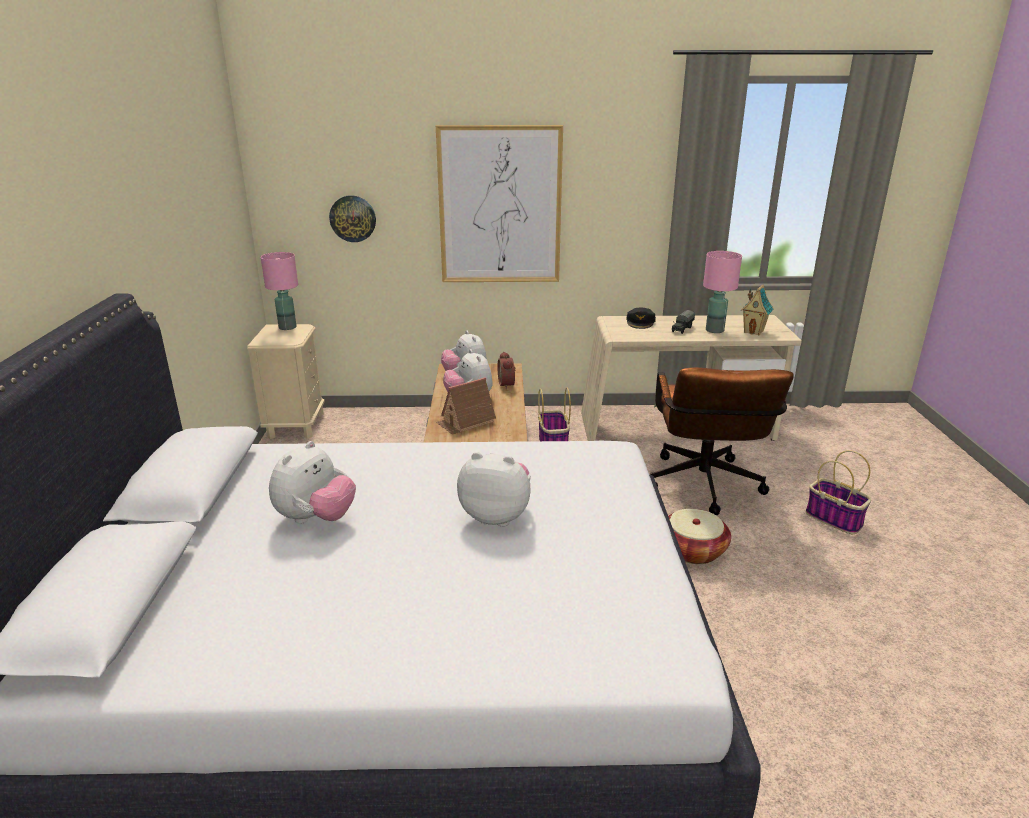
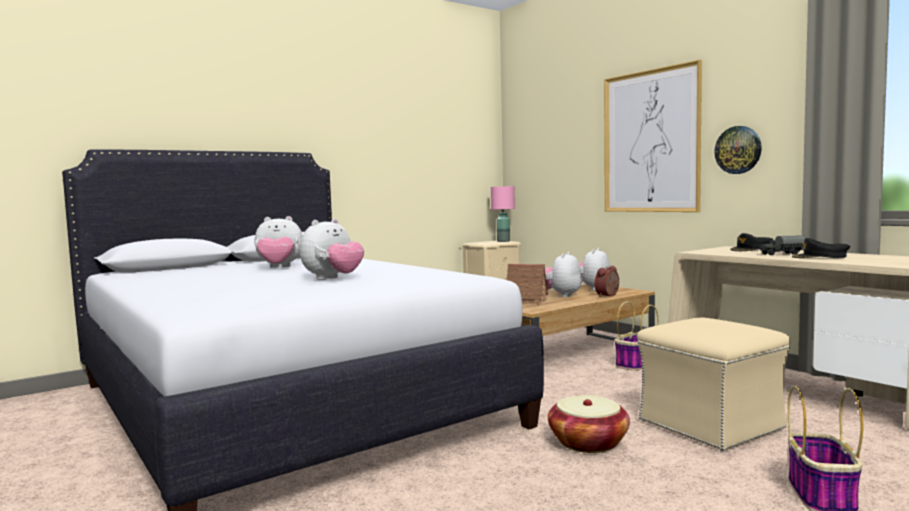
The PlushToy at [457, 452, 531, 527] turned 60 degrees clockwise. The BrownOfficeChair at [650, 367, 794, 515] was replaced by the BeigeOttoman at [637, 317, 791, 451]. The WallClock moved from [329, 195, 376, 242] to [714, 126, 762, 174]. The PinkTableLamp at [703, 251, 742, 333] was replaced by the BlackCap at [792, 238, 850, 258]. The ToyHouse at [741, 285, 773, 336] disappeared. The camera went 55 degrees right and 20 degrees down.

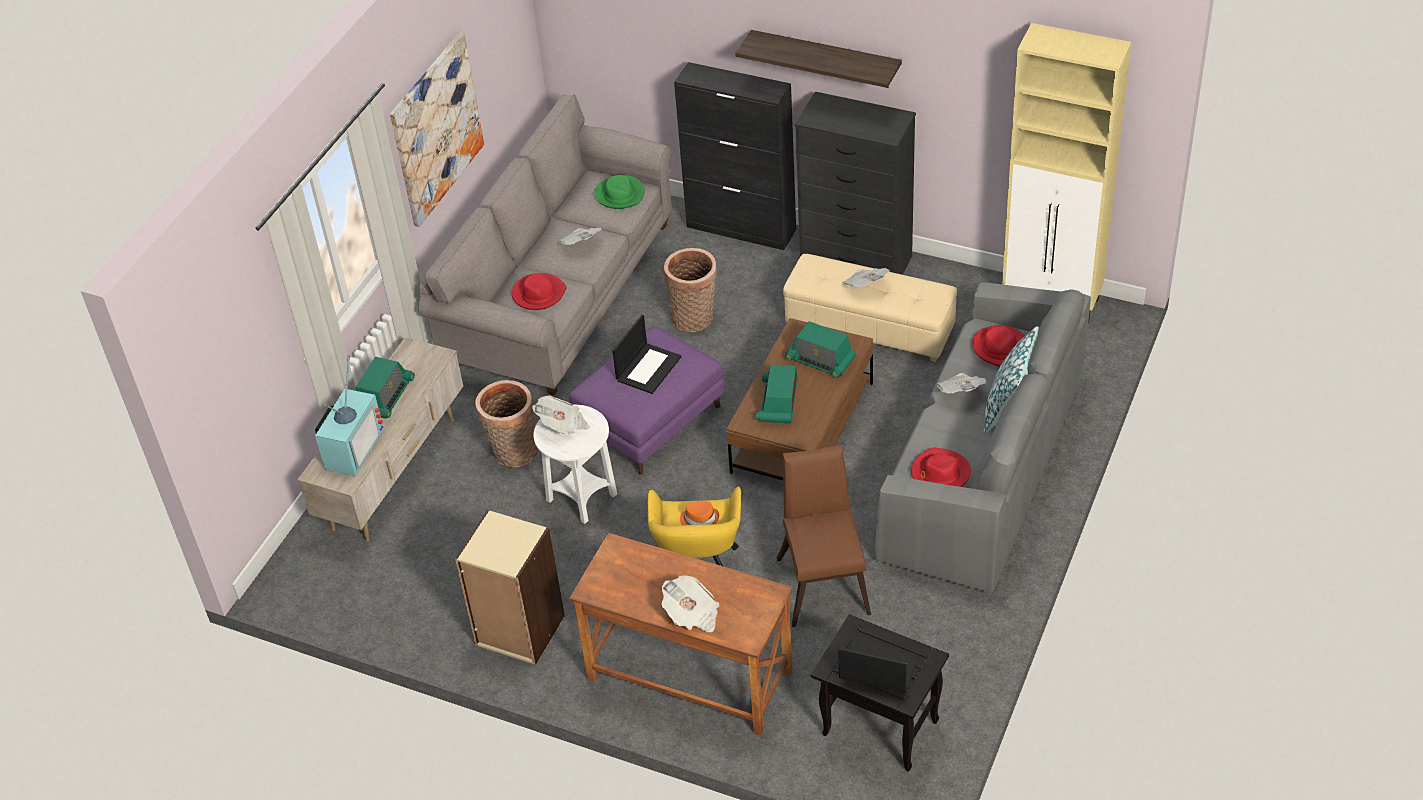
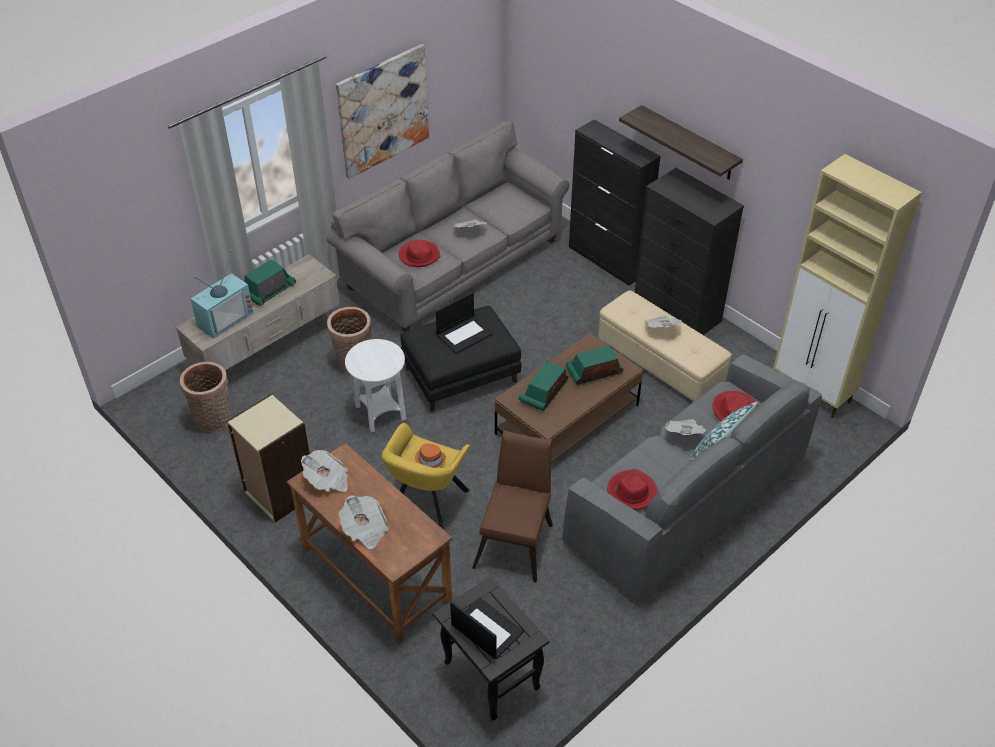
The Basket moved from [664, 248, 717, 332] to [180, 362, 230, 432]. The Newspaper moved from [532, 396, 590, 434] to [301, 450, 348, 492]. The PurpleOttoman at [569, 326, 725, 475] became the BlackOttoman at [400, 306, 521, 412]. The Radio at [785, 321, 856, 378] turned 105 degrees clockwise. The GreenHat at [594, 175, 645, 209] disappeared. The camera went 20 degrees right and 0 degrees up.

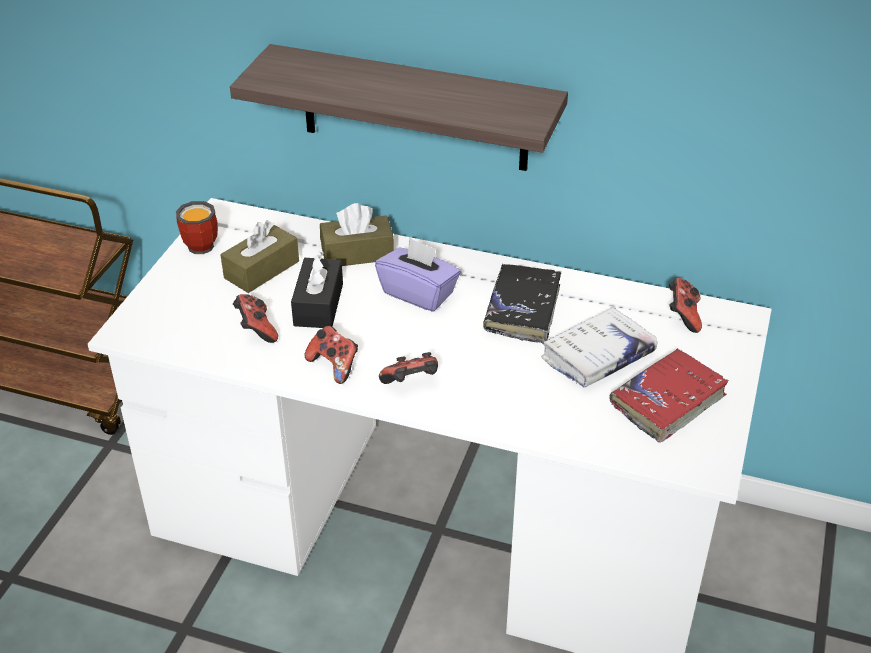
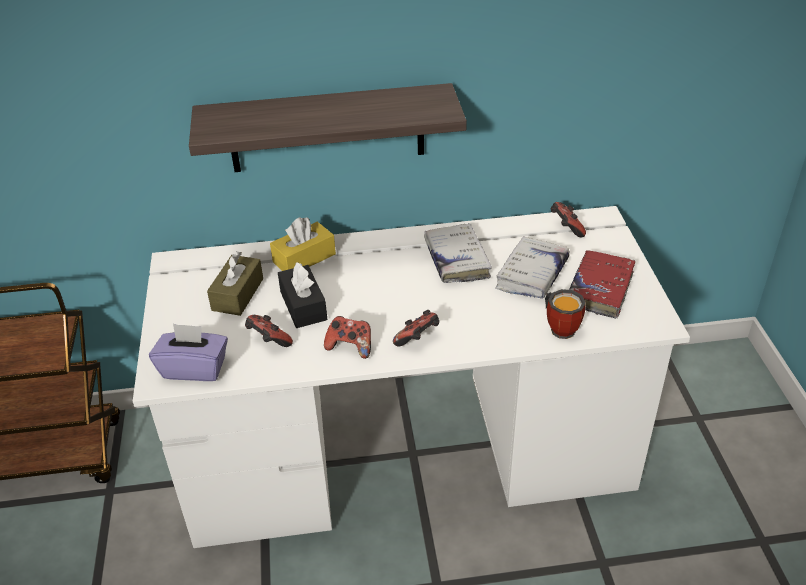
The PurpleTissueBox moved from [375, 238, 461, 312] to [149, 324, 228, 381]. The BrownTissueBox at [320, 203, 394, 266] became the YellowTissueBox at [270, 217, 336, 271]. The BlackBook at [483, 264, 561, 343] became the WhiteBook at [424, 223, 491, 283]. The Mug moved from [176, 201, 218, 254] to [545, 289, 586, 339]. The camera went 25 degrees left and 0 degrees up.

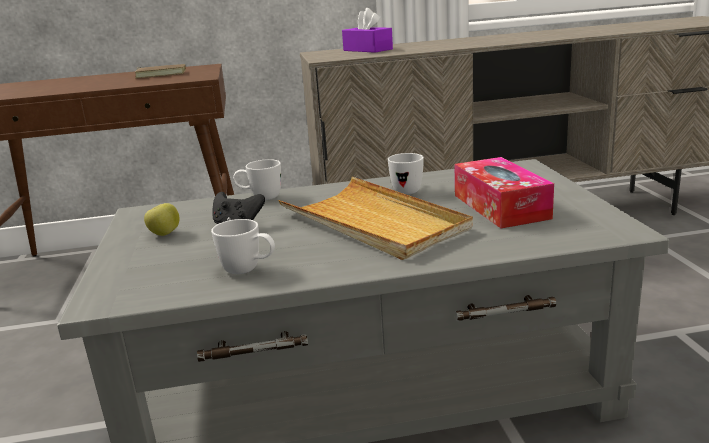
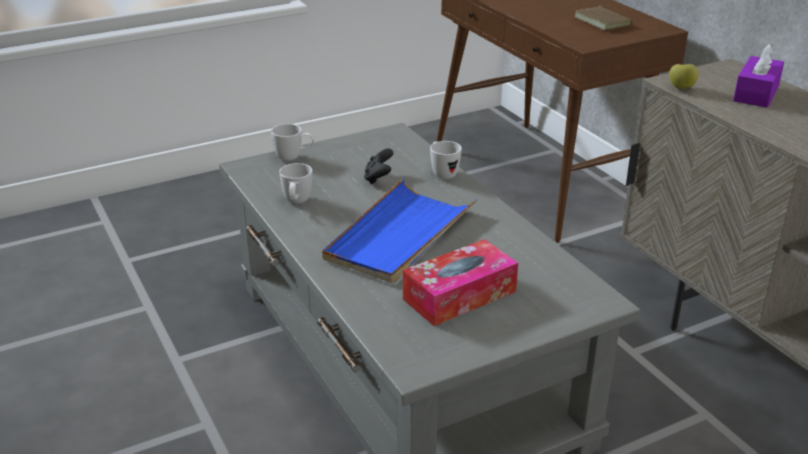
The WhiteMug moved from [388, 153, 424, 195] to [271, 124, 314, 161]. The BeigeTray at [278, 177, 473, 260] became the BlueTray at [322, 179, 477, 283]. The Apple moved from [144, 203, 179, 236] to [669, 64, 698, 89]. The camera went 70 degrees right and 10 degrees up.

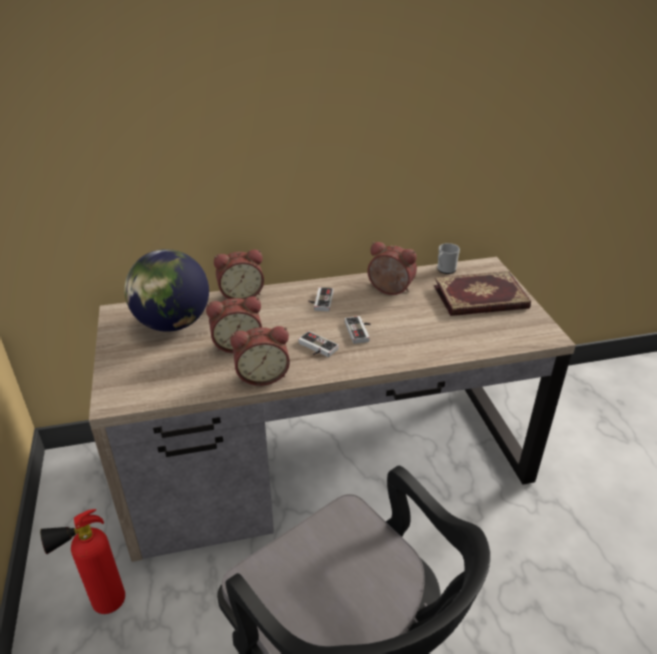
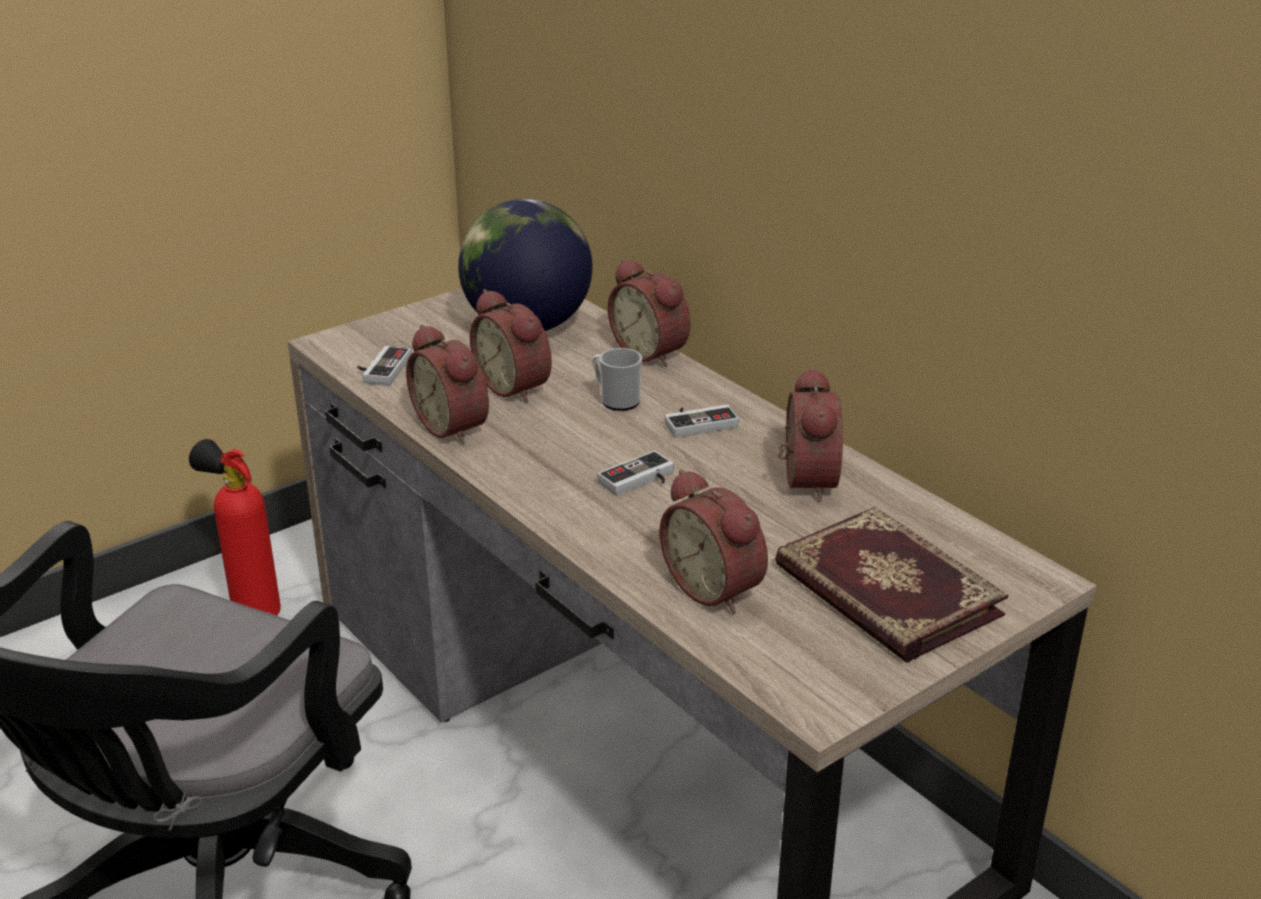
The GameController moved from [298, 331, 339, 357] to [357, 346, 411, 386]. The Mug moved from [437, 243, 460, 274] to [592, 348, 642, 411]. The AlarmClock at [660, 469, 768, 614] appeared. The camera went 65 degrees right and 5 degrees down.

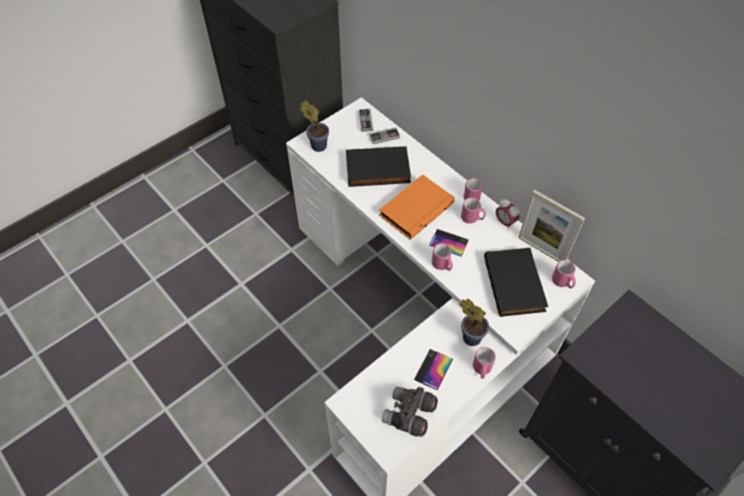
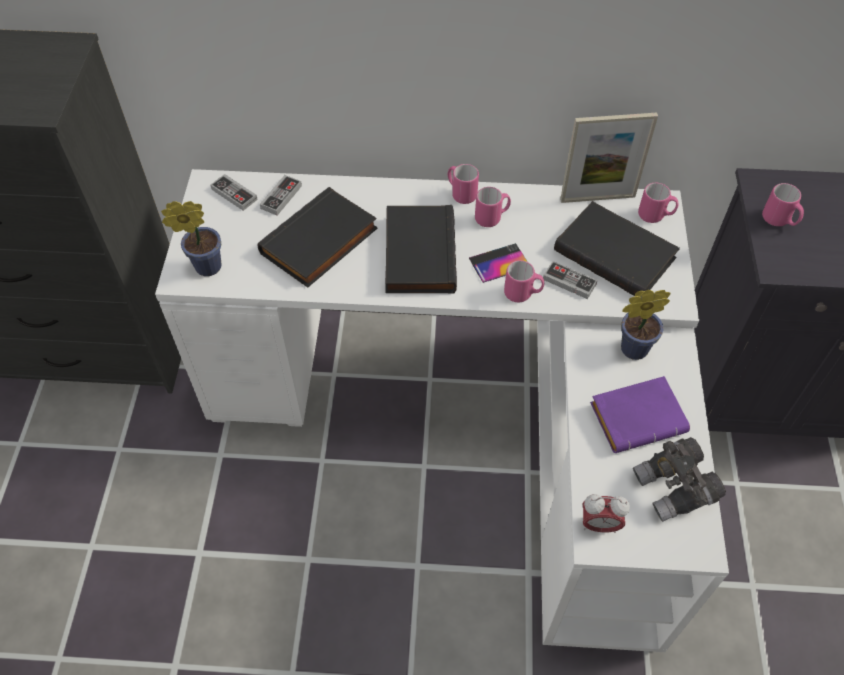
The OrangeBook at [379, 174, 455, 240] became the BlackBook at [385, 205, 457, 293]. The GameController at [543, 261, 598, 299] appeared. The AlarmClock moved from [496, 198, 520, 230] to [582, 494, 630, 533]. The Phone at [414, 349, 453, 391] was replaced by the PurpleBook at [590, 376, 690, 453]. The PinkMug moved from [473, 347, 496, 379] to [762, 183, 804, 226]. The camera went 45 degrees left and 0 degrees up.

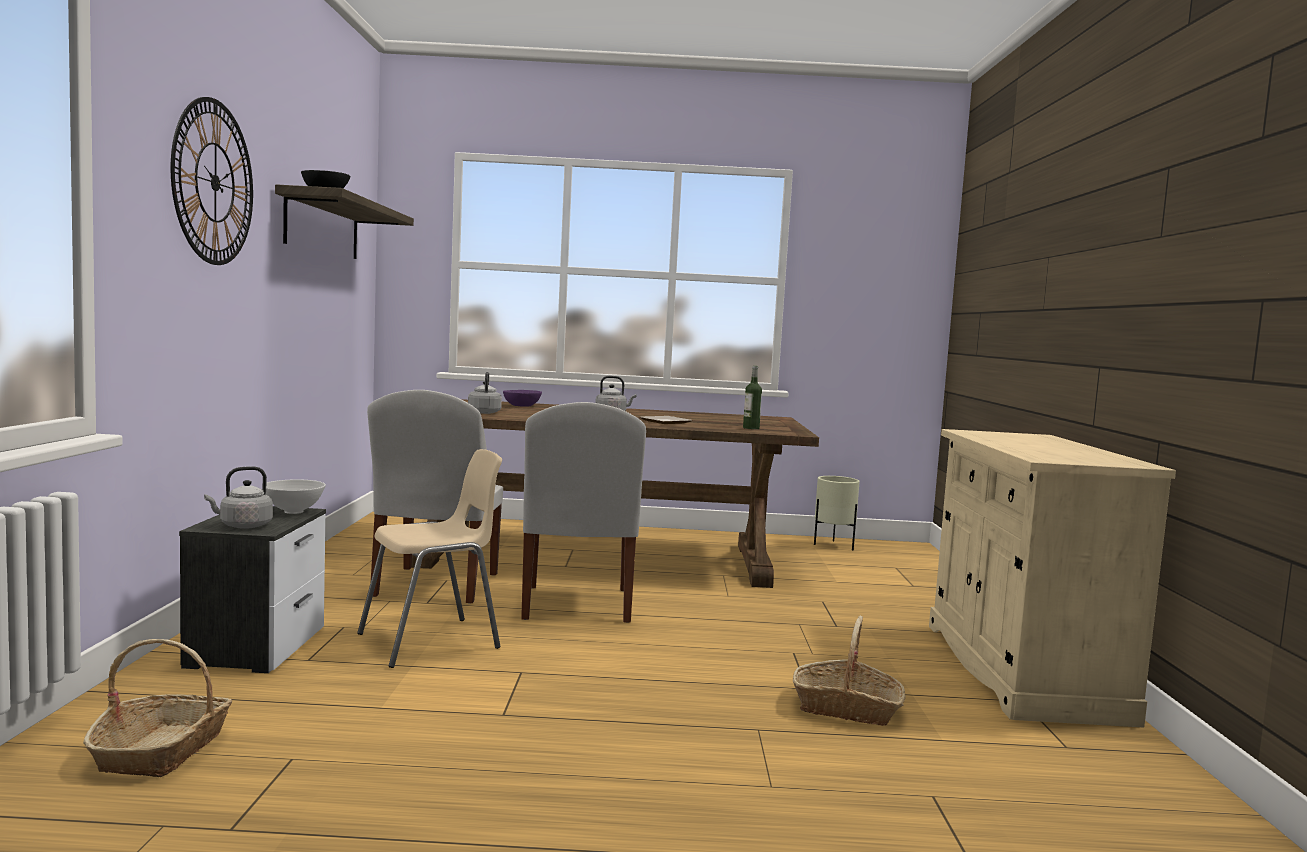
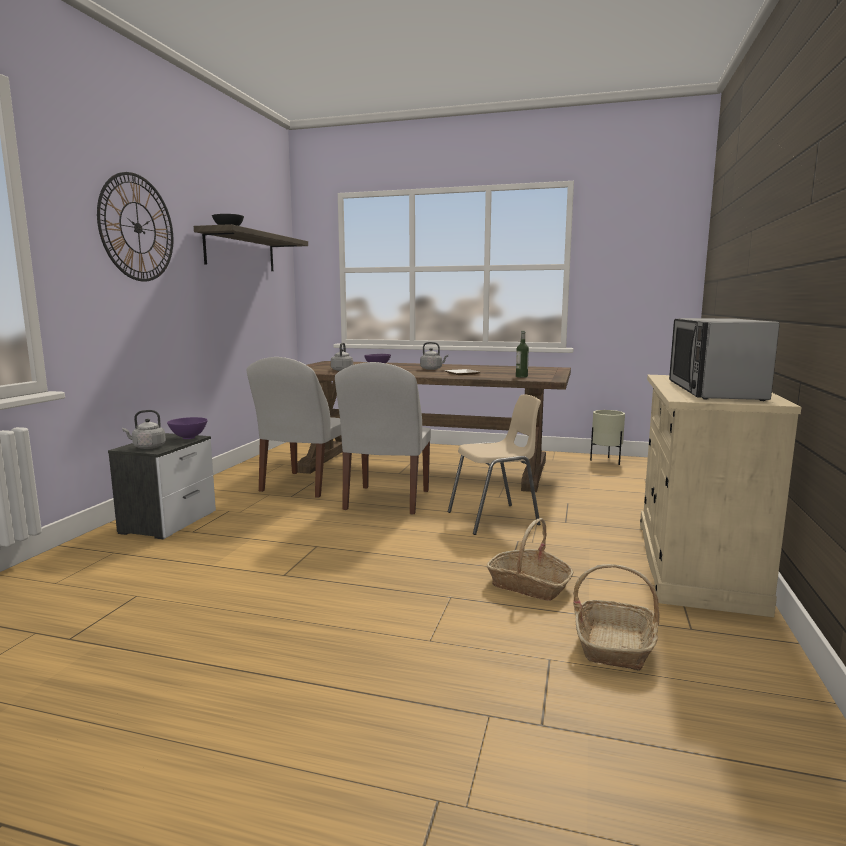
The WhiteBowl at [262, 479, 326, 514] became the PurpleBowl at [167, 417, 208, 439]. The BeigeChair moved from [357, 449, 502, 668] to [448, 395, 541, 535]. The Basket moved from [83, 639, 232, 777] to [573, 564, 660, 671]. The Microwave at [669, 318, 780, 401] appeared. The camera went 15 degrees right and 5 degrees up.

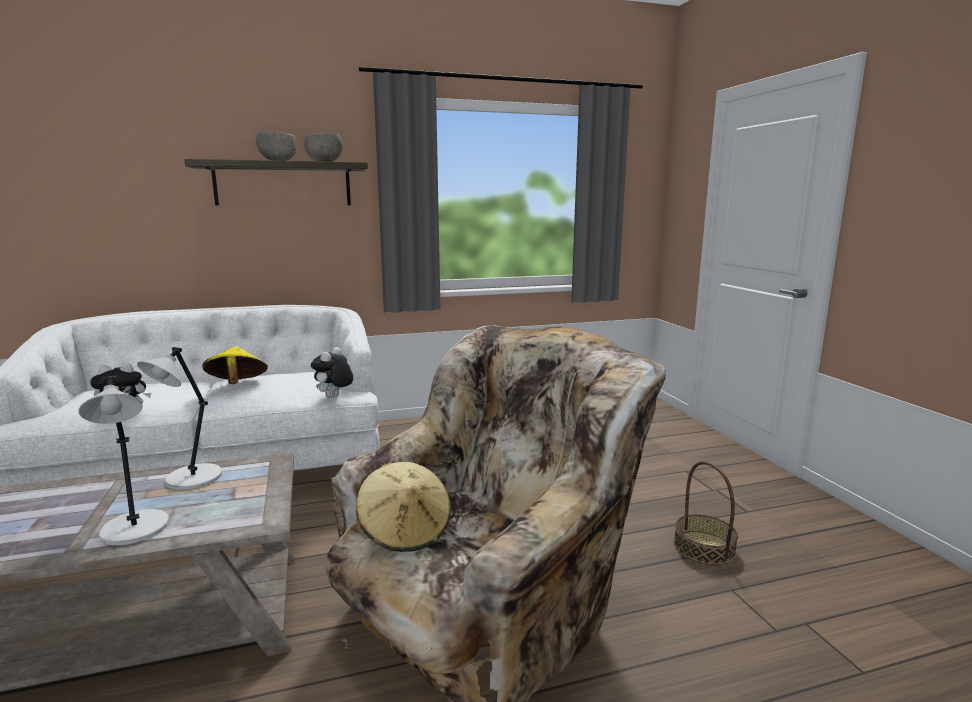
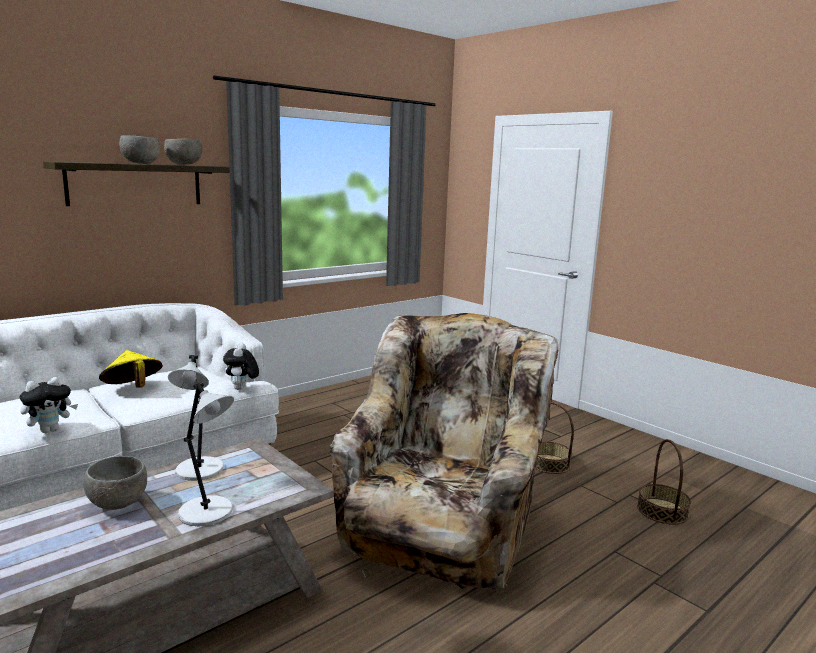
The GreyBowl at [83, 456, 147, 510] appeared. The Basket at [637, 439, 691, 525] appeared. The BeigeHat at [356, 462, 451, 552] disappeared. The camera went 25 degrees left and 0 degrees up.

